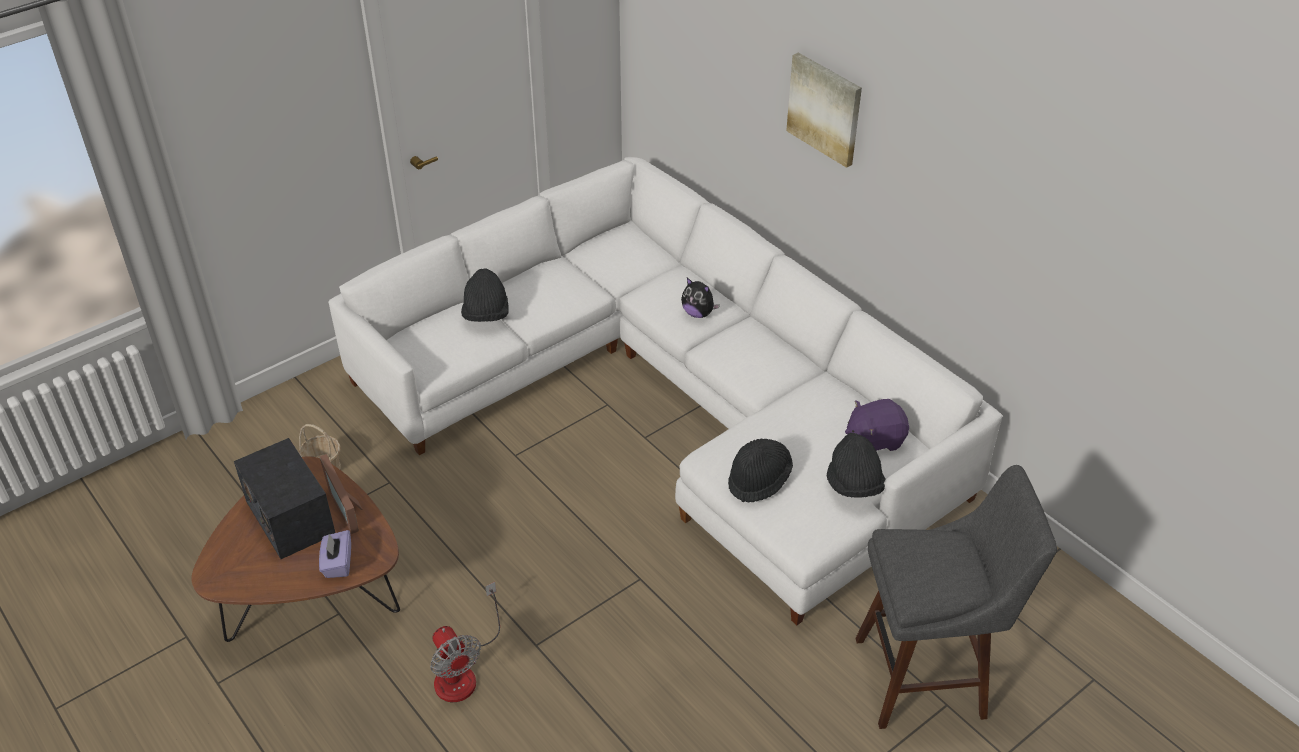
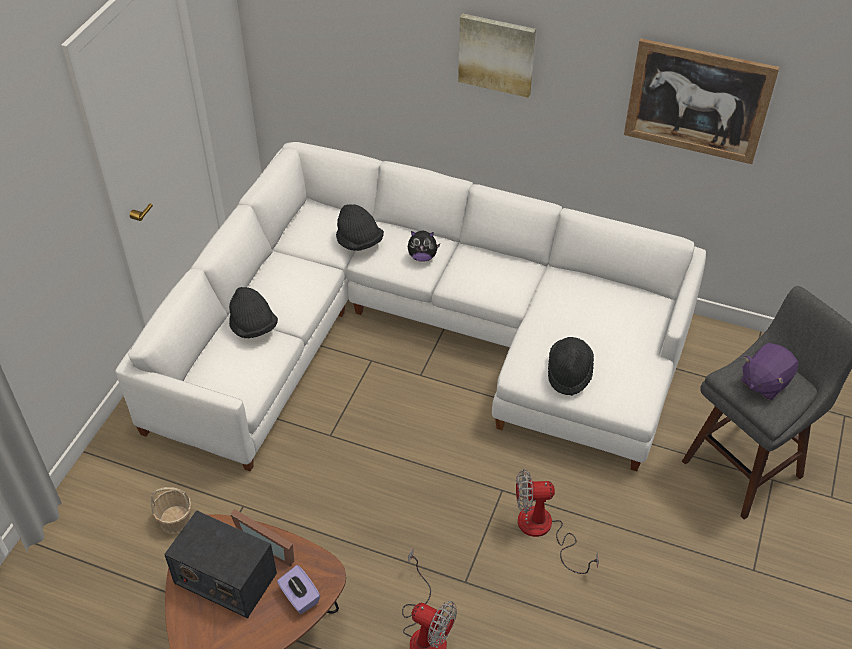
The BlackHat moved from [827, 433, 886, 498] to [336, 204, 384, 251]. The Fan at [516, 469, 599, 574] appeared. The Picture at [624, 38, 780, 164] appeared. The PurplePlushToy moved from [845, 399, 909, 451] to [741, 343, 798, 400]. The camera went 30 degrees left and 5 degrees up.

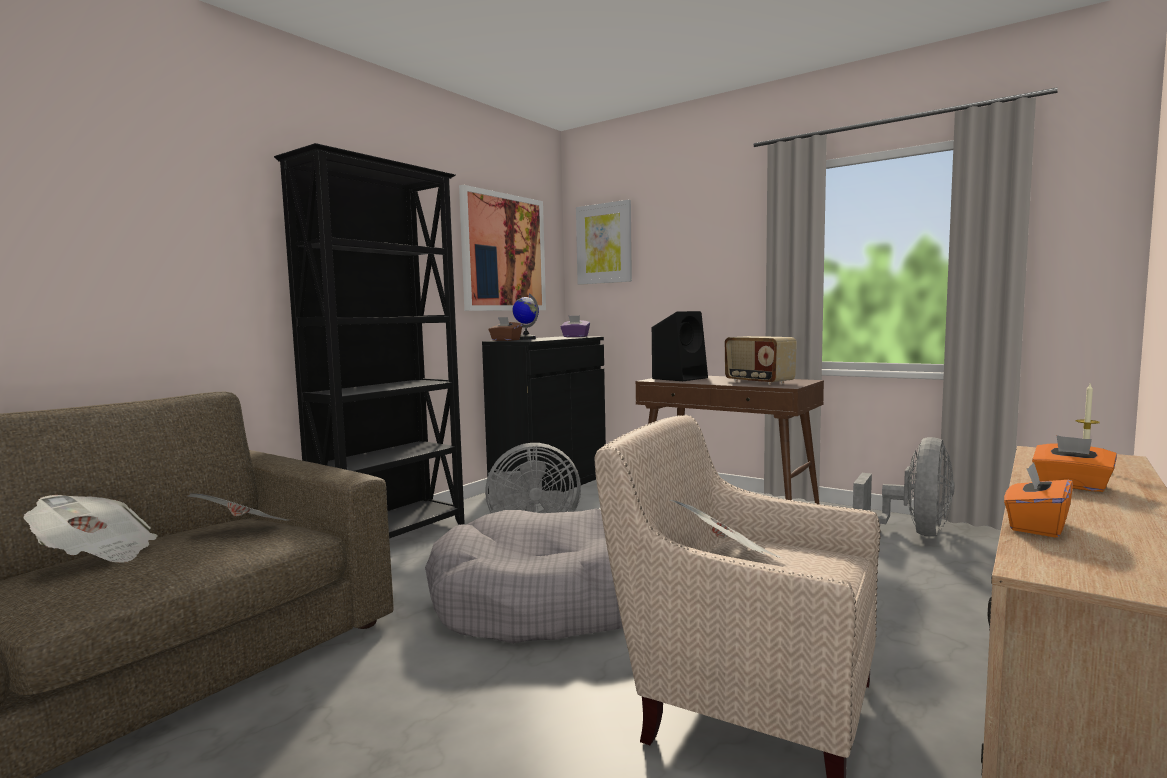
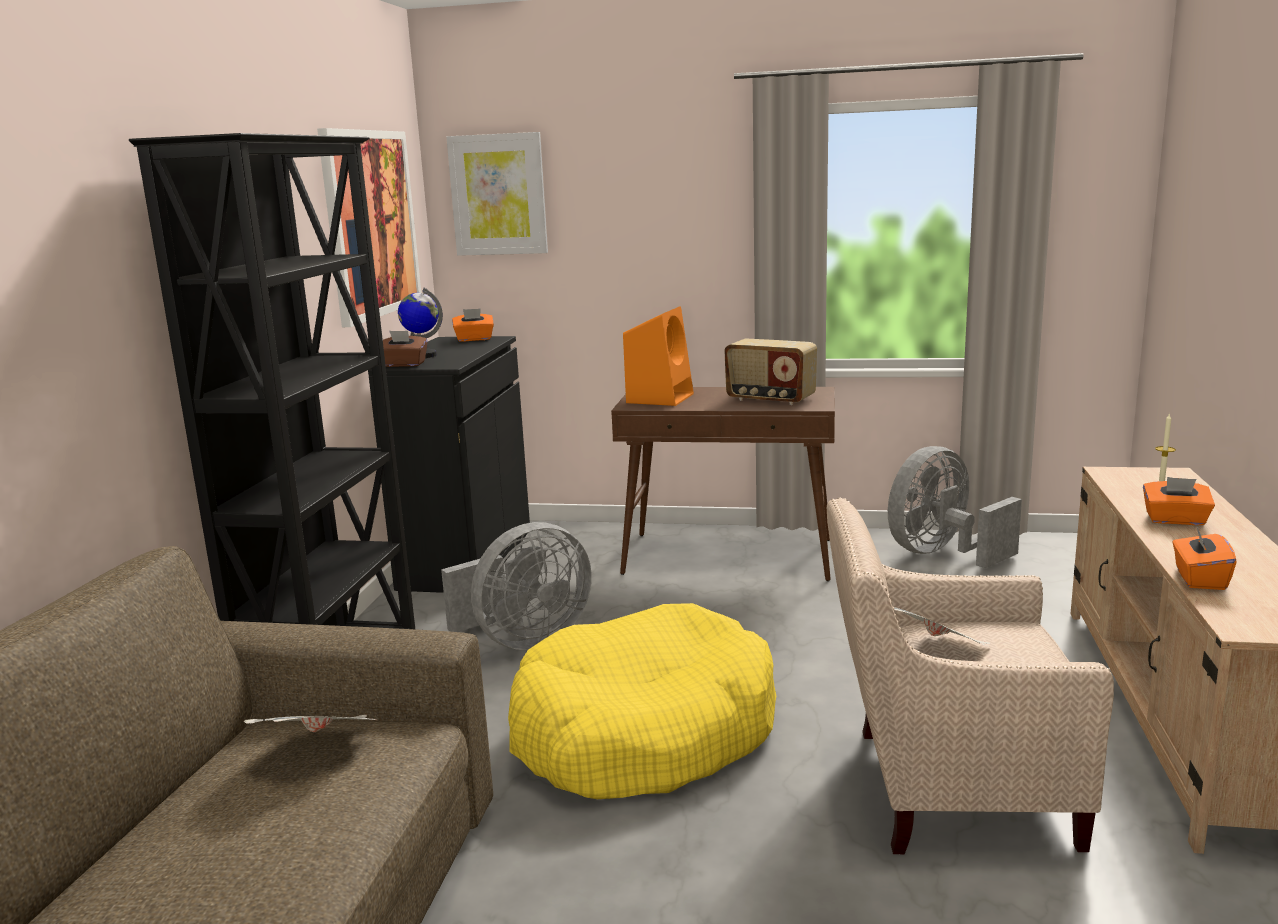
The PurpleTissueBox at [560, 315, 590, 337] became the OrangeTissueBox at [452, 308, 494, 342]. The GreyDogBed at [425, 509, 623, 644] became the YellowDogBed at [508, 603, 776, 799]. The BlackSpeaker at [652, 311, 708, 381] became the OrangeSpeaker at [623, 306, 694, 406]. The GreyFan at [853, 437, 955, 537] turned 135 degrees counterclockwise. The Newspaper at [23, 495, 158, 563] disappeared. The camera went 25 degrees left and 10 degrees up.

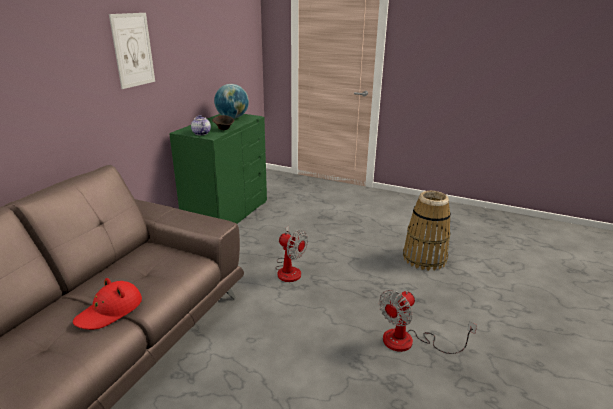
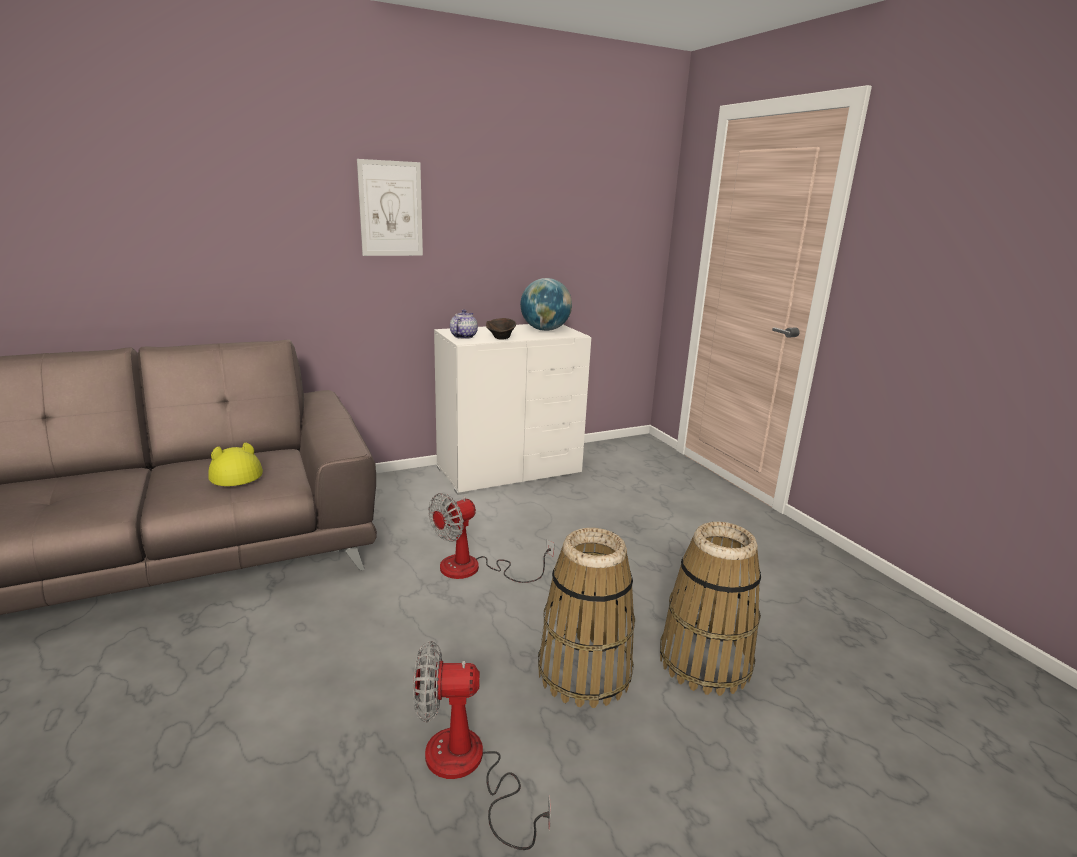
The YellowHat at [208, 443, 263, 486] appeared. The Fan at [275, 226, 308, 282] turned 60 degrees clockwise. The GreenDresser at [169, 114, 267, 224] became the WhiteDresser at [434, 324, 591, 495]. The Basket at [538, 528, 635, 708] appeared. The RedHat at [73, 278, 142, 330] disappeared. The camera went 40 degrees right and 5 degrees down.

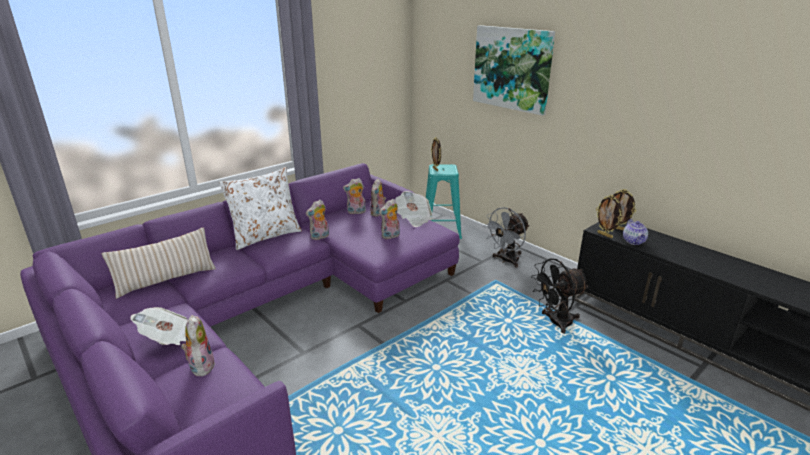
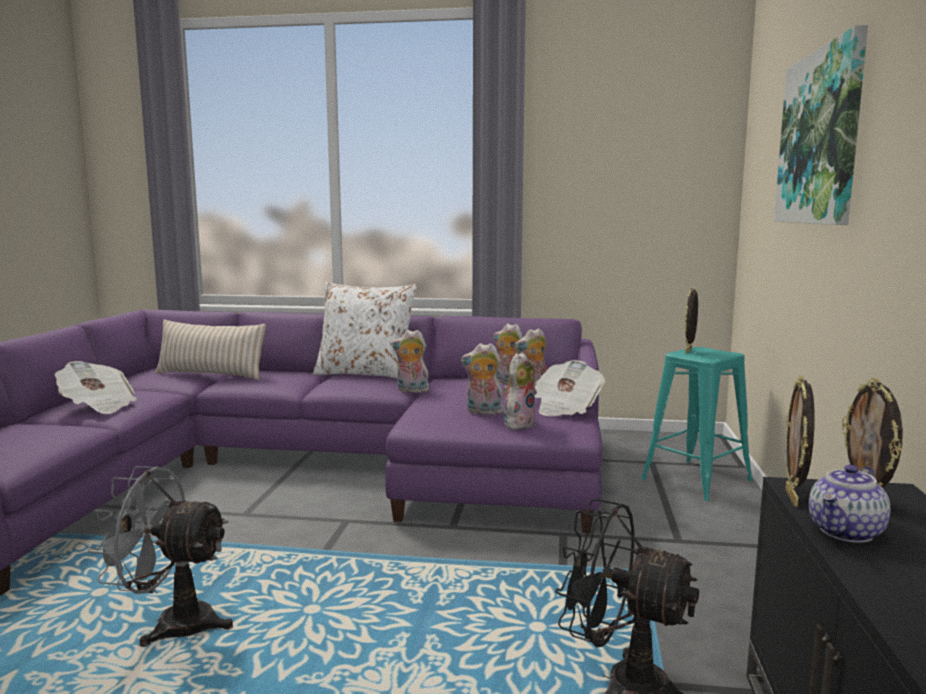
The GreyFan moved from [483, 207, 530, 267] to [88, 466, 233, 647]. The PlushToy moved from [181, 315, 215, 376] to [503, 352, 536, 430]. The camera went 50 degrees right and 15 degrees down.

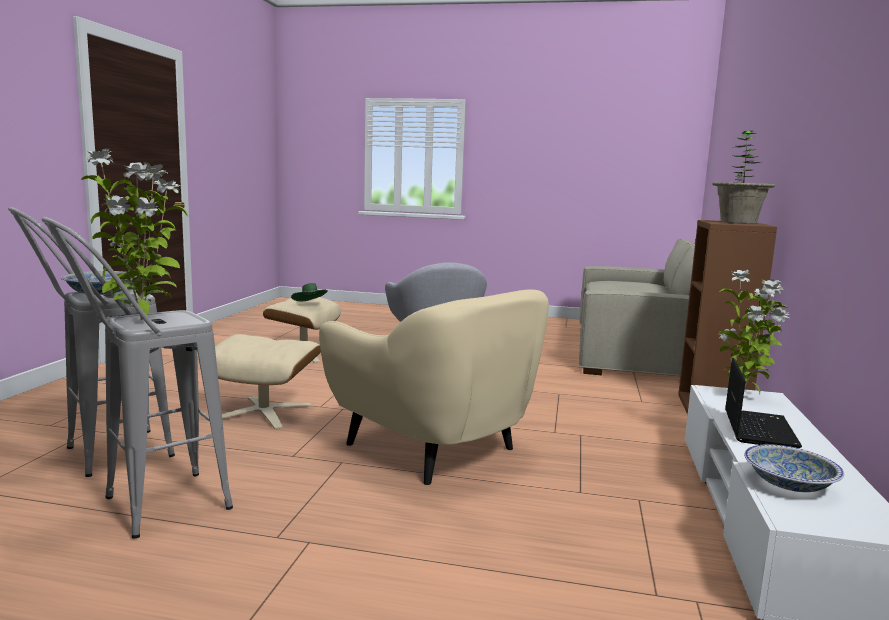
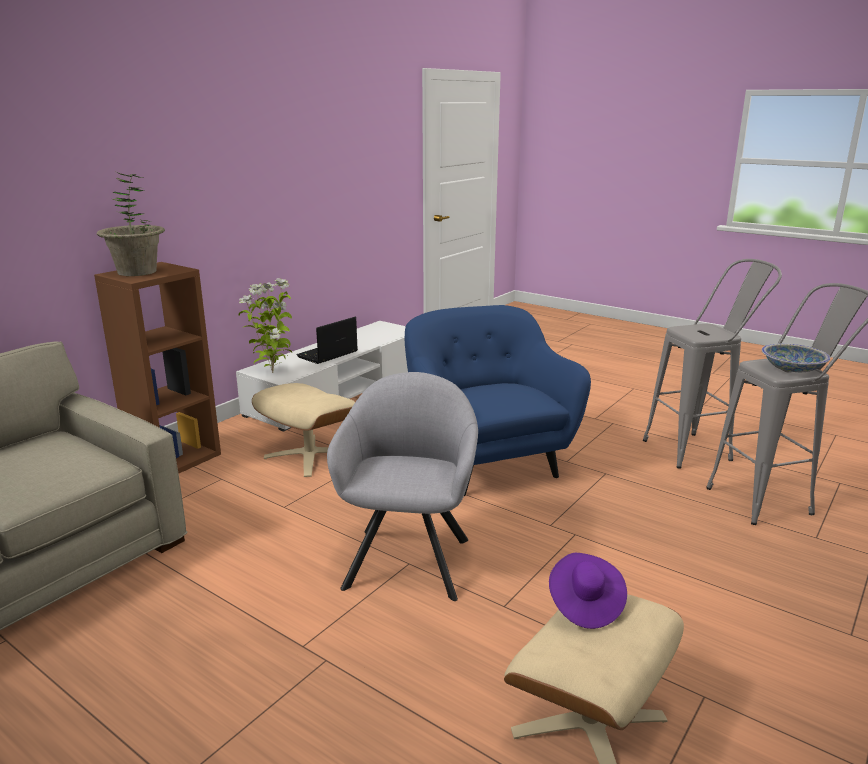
The BeigeOttoman moved from [215, 334, 321, 429] to [252, 383, 355, 477]. The BeigeArmchair at [319, 290, 549, 485] became the BlueArmchair at [405, 305, 591, 496]. The GreenHat at [291, 283, 328, 301] became the PurpleHat at [549, 553, 627, 629]. The PottedPlant at [81, 149, 188, 320] disappeared. The Bowl at [744, 444, 844, 492] disappeared. The camera went 155 degrees left and 10 degrees up.

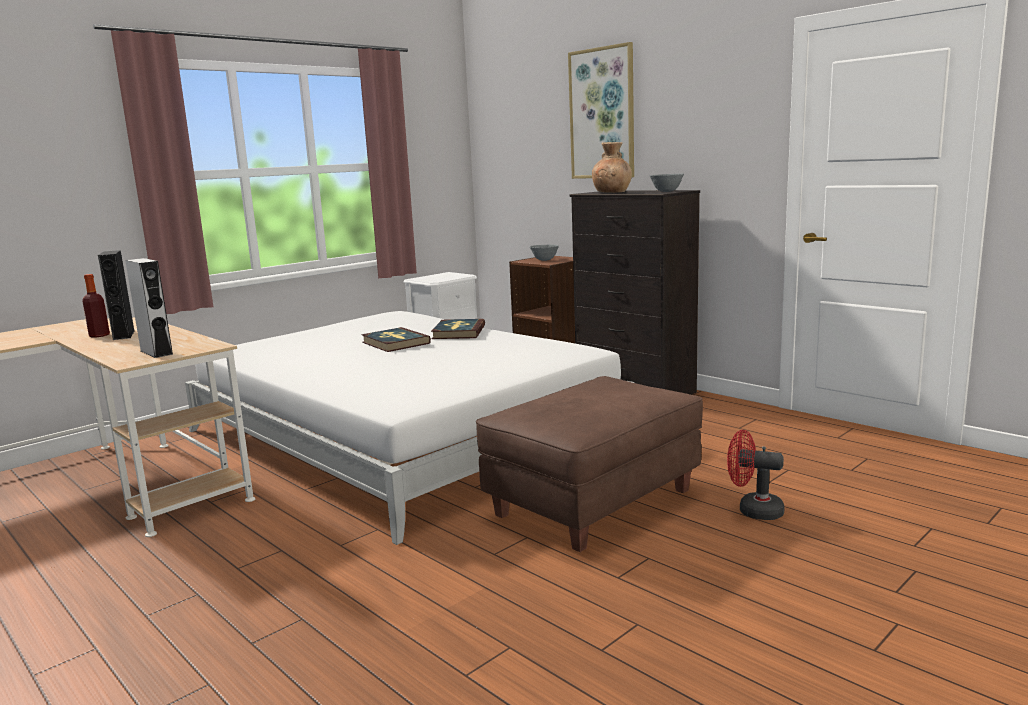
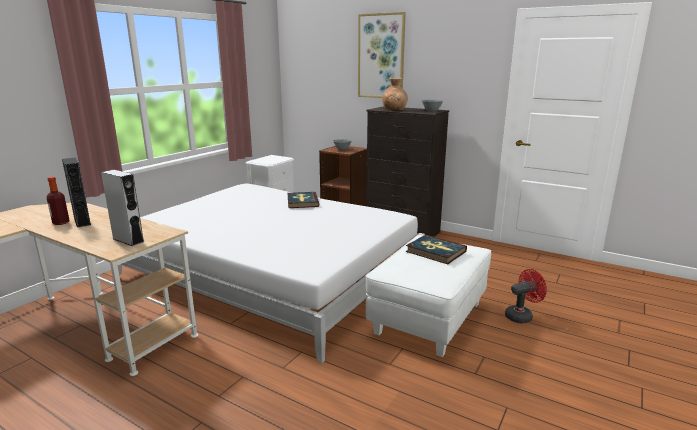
The BrownOttoman at [476, 376, 703, 552] became the WhiteOttoman at [366, 235, 491, 357]. The Book moved from [361, 327, 431, 352] to [406, 235, 467, 264]. The RedFan at [727, 430, 784, 520] turned 150 degrees clockwise. The camera went 15 degrees left and 5 degrees up.

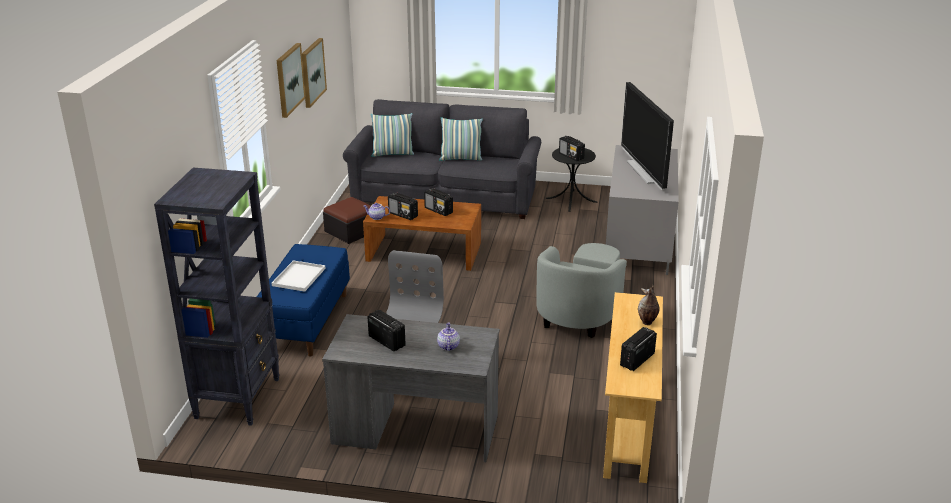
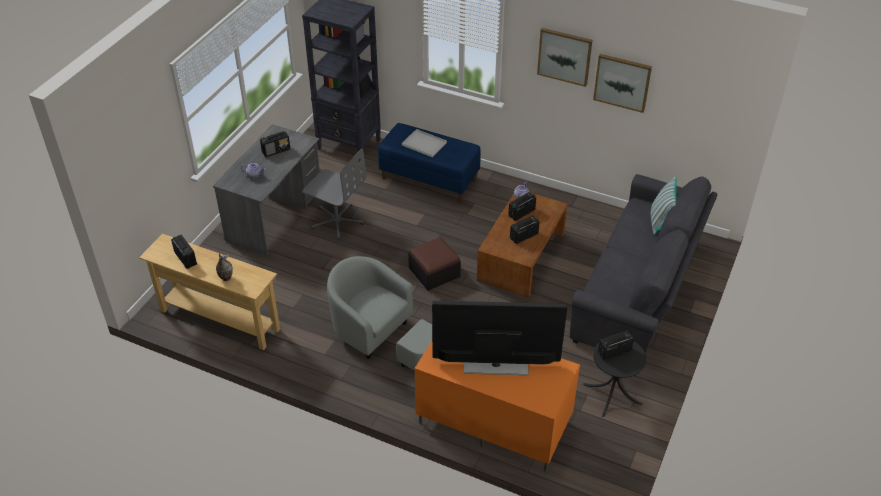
The Ottoman moved from [323, 197, 371, 244] to [408, 237, 461, 291]. The GreyTvStand at [606, 145, 679, 275] became the OrangeTvStand at [415, 341, 580, 472]. The Pillow at [439, 117, 483, 161] disappeared. The camera went 105 degrees right and 15 degrees up.

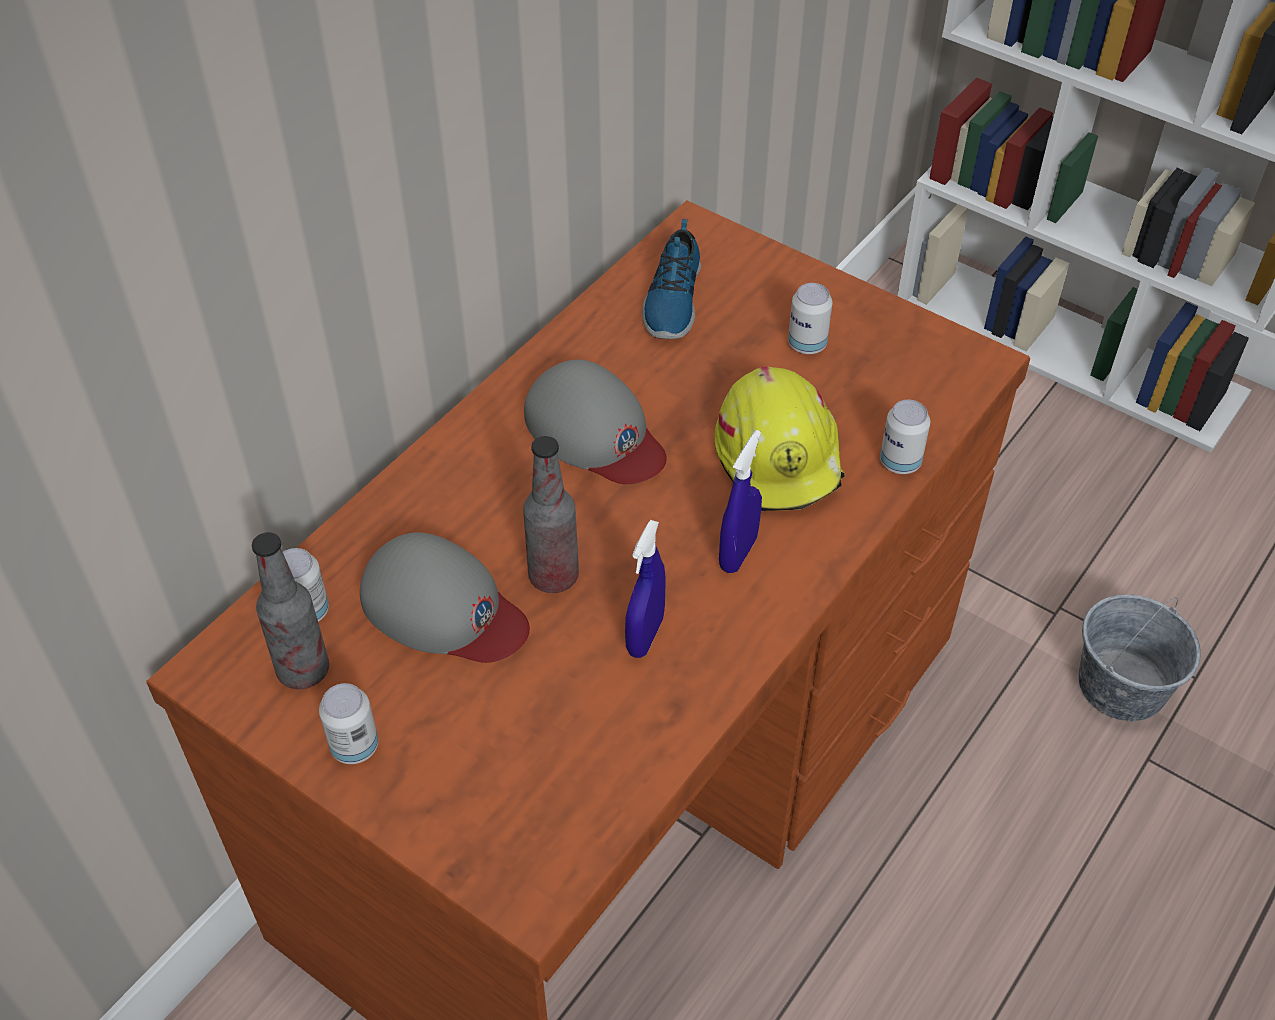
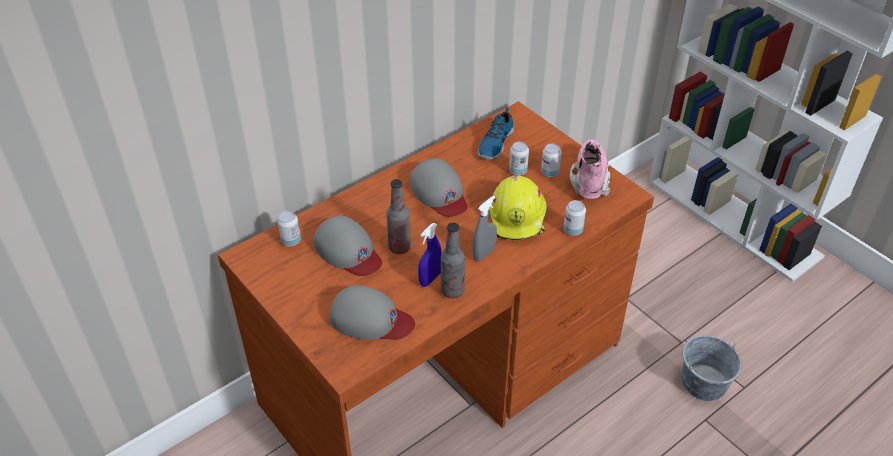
The GreyCap at [330, 285, 415, 340] appeared. The Bottle moved from [252, 532, 329, 689] to [441, 222, 465, 298]. The BlueSprayBottle at [719, 430, 762, 573] became the GreySprayBottle at [473, 196, 497, 261]. The Can moved from [319, 683, 378, 764] to [509, 142, 529, 175]. The PinkBoot at [570, 139, 611, 199] appeared. The camera went 15 degrees right and 5 degrees down.

